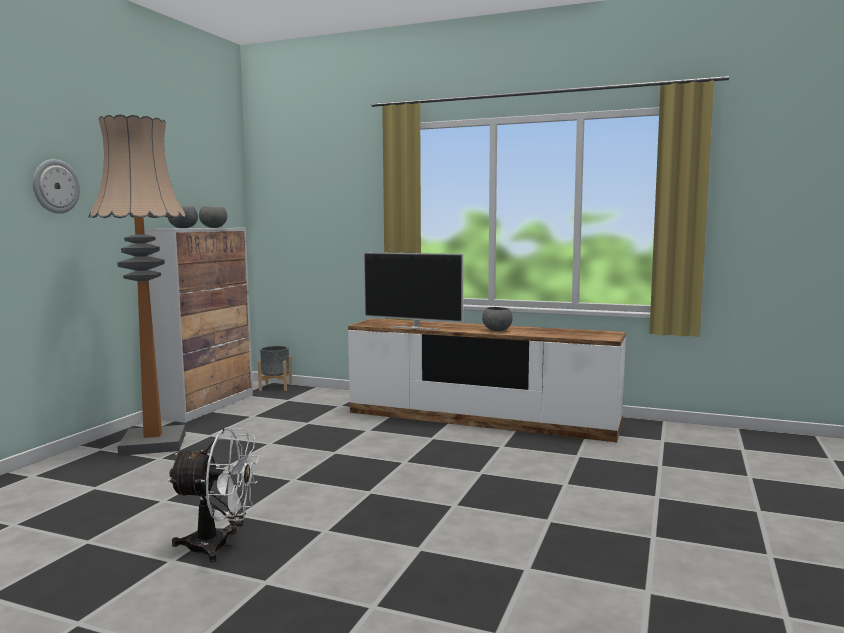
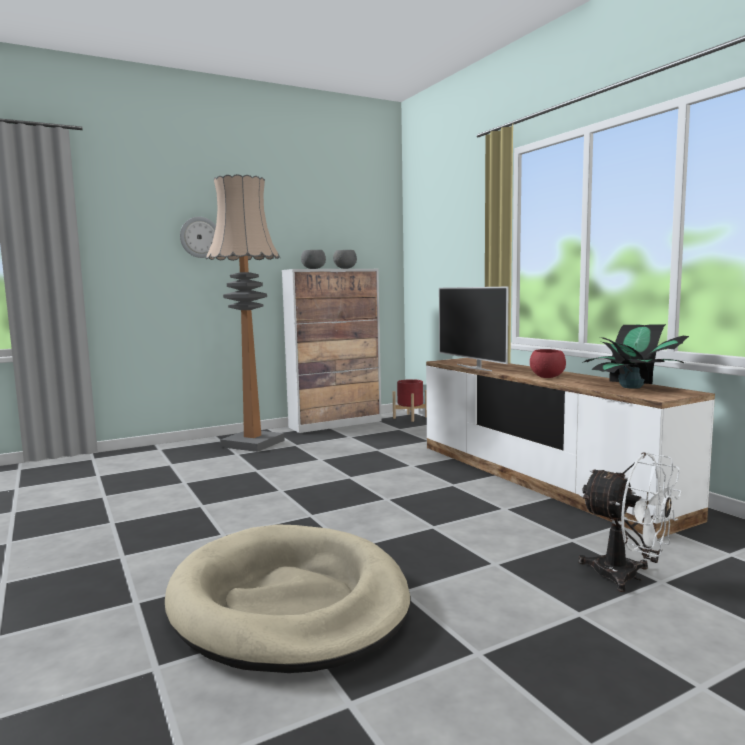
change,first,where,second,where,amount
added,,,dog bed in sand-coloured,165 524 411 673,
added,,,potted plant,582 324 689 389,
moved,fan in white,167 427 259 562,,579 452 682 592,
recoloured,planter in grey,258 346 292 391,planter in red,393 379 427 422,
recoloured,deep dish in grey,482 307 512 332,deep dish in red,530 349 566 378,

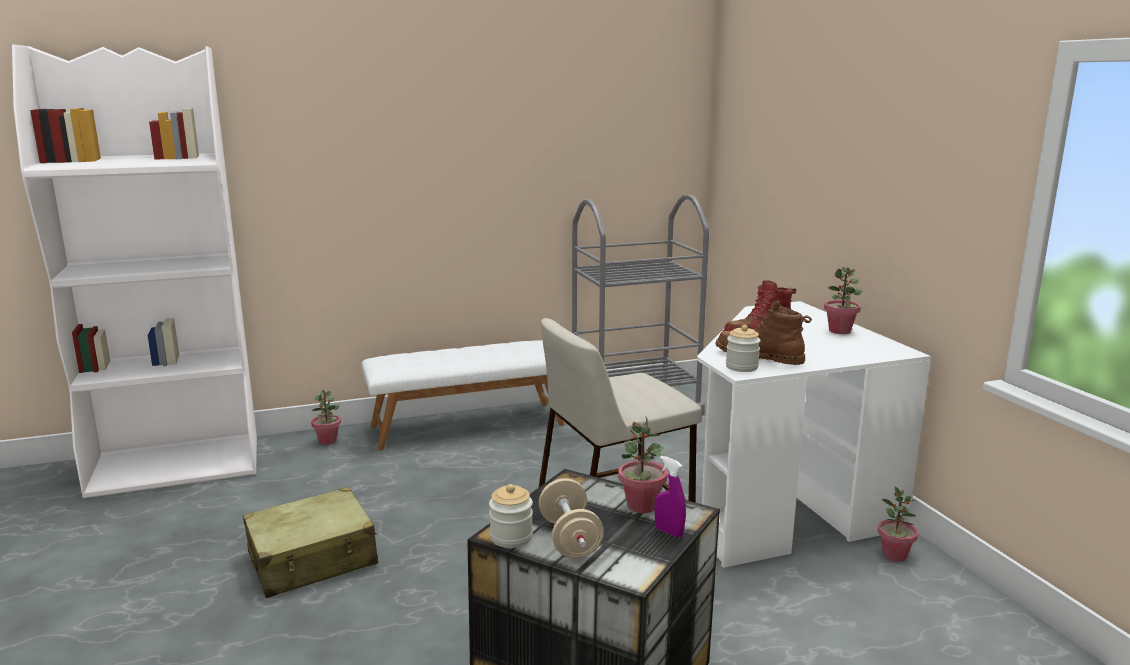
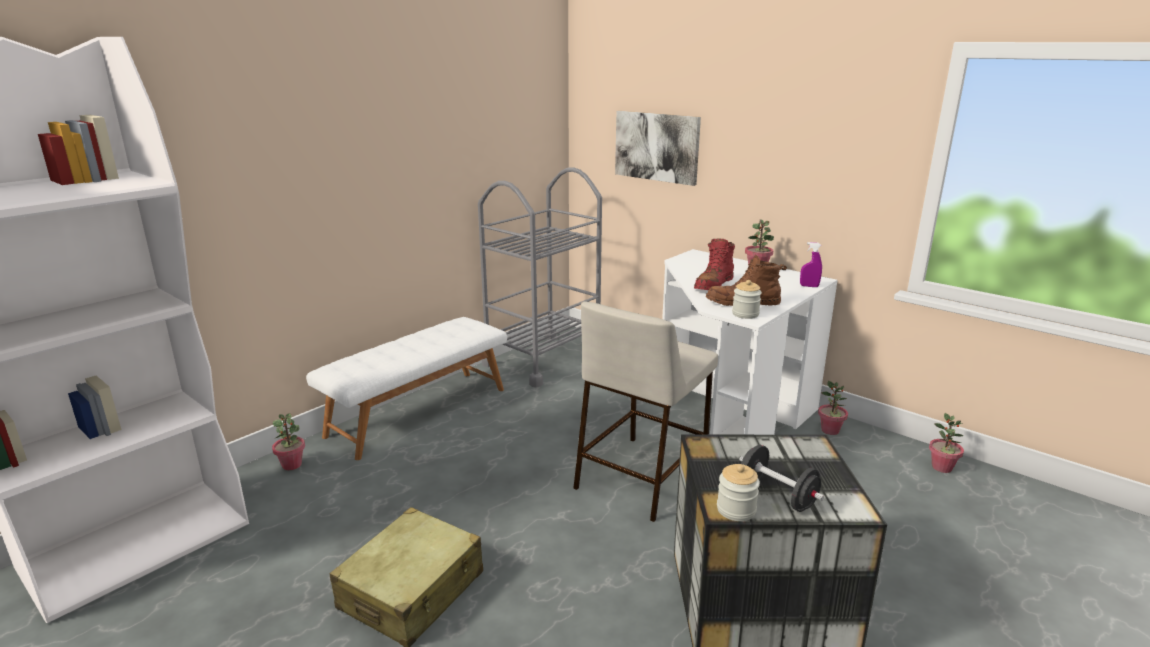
change,first,where,second,where,amount
added,,,picture,615 111 701 186,
moved,potted plant,618 417 667 513,,929 413 964 473,
moved,hand sprayer in purple-coloured,655 456 686 537,,800 242 822 287,
recoloured,hand weight in sand-coloured,539 478 604 558,hand weight in blackish,739 445 824 512,

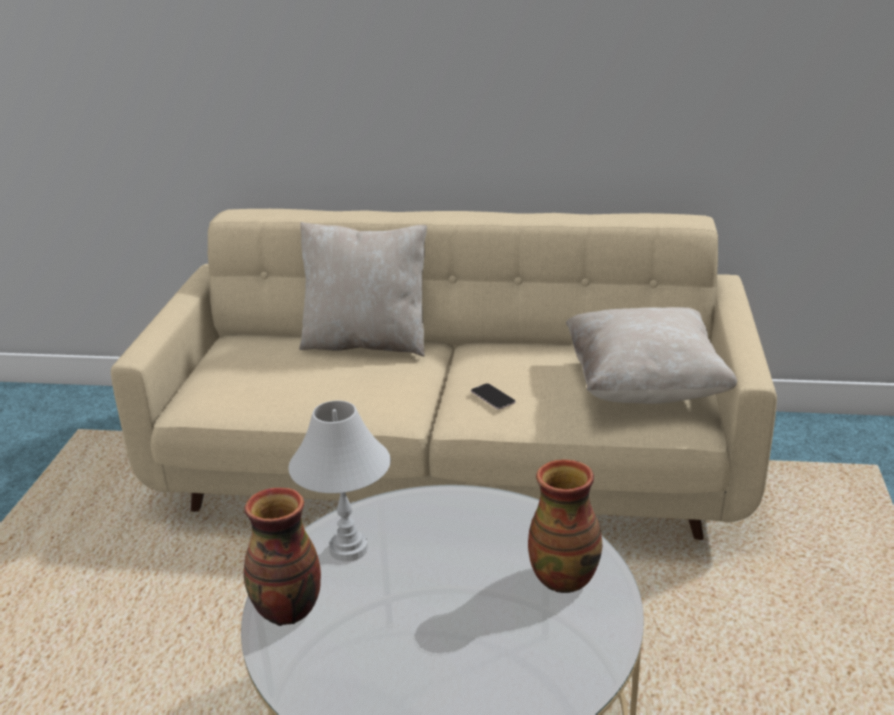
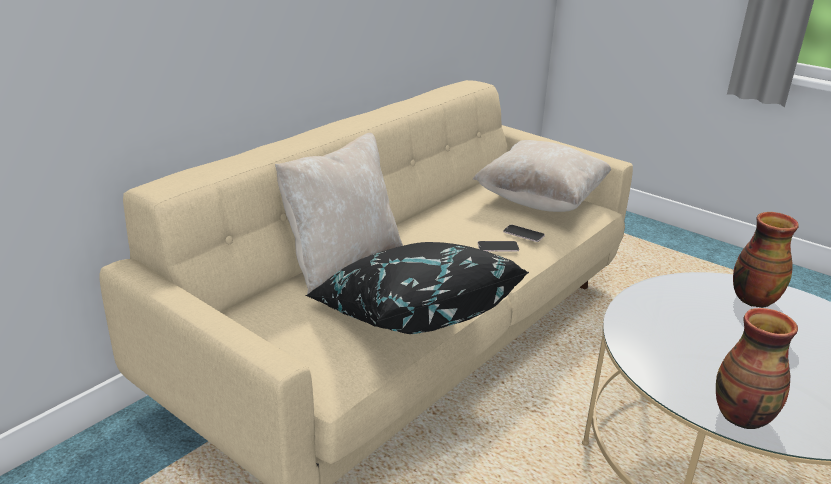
change,first,where,second,where,amount
removed,tabletop lamp in white,288 400 391 562,,,
added,,,cushion in blackish,305 242 529 334,
added,,,phone,503 225 545 242,

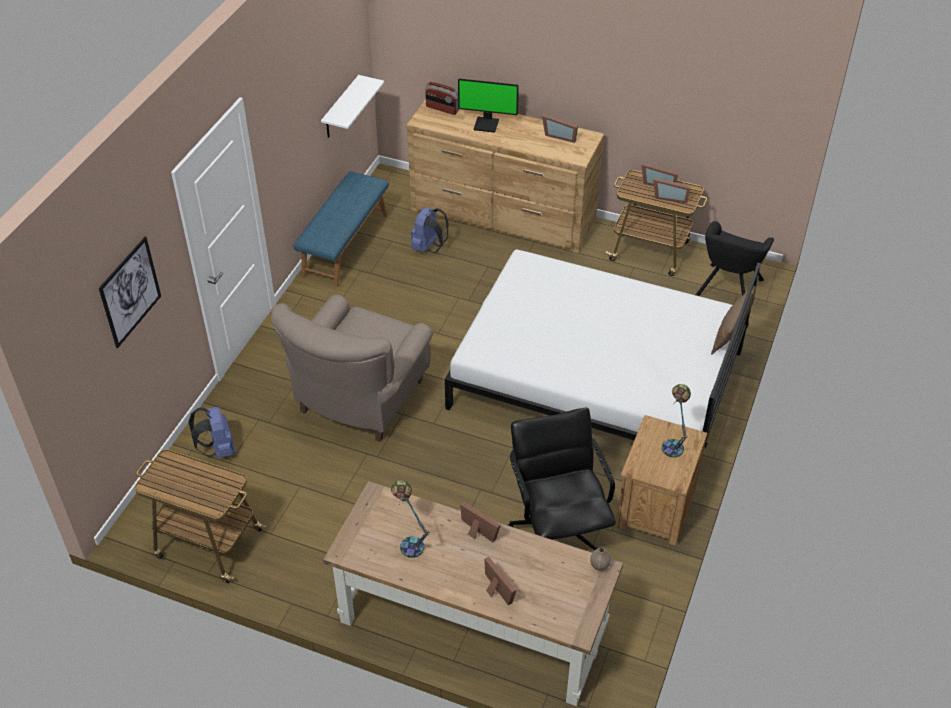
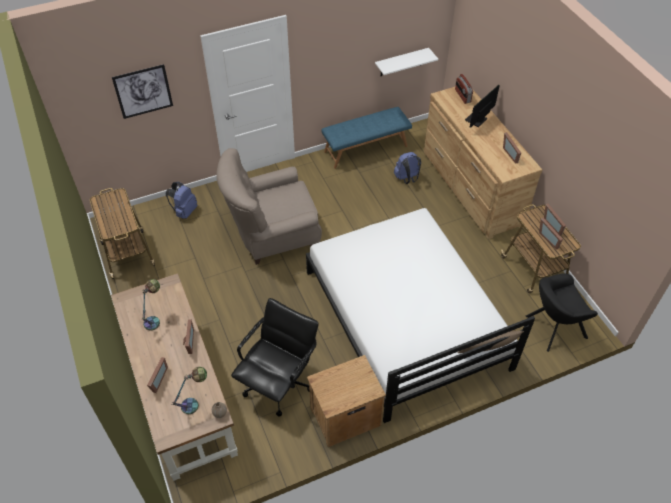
change,first,where,second,where,amount
moved,tabletop lamp,662 384 691 458,,171 367 207 414,
turned,monitor,458 79 519 133,,465 85 500 128,75 degrees clockwise

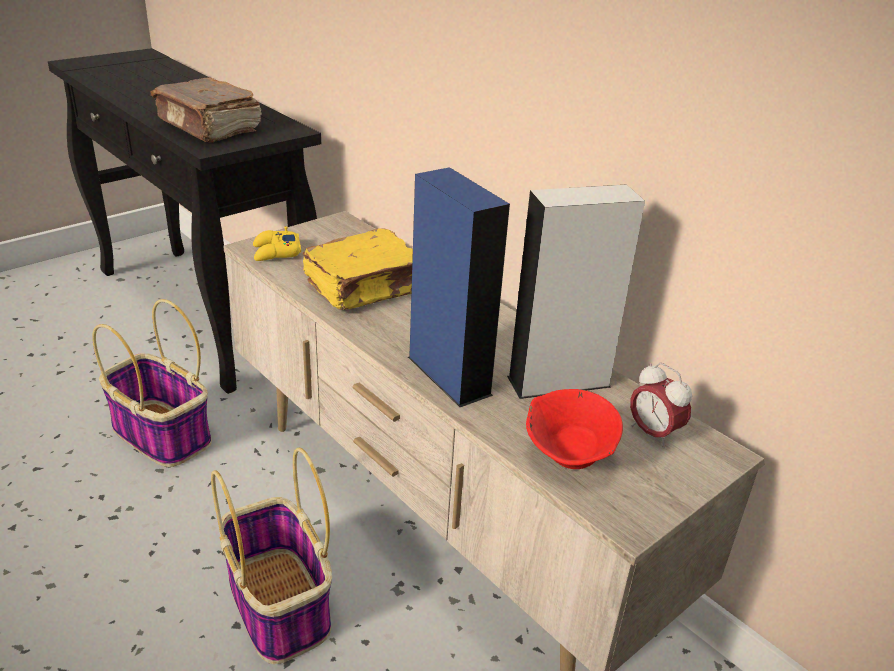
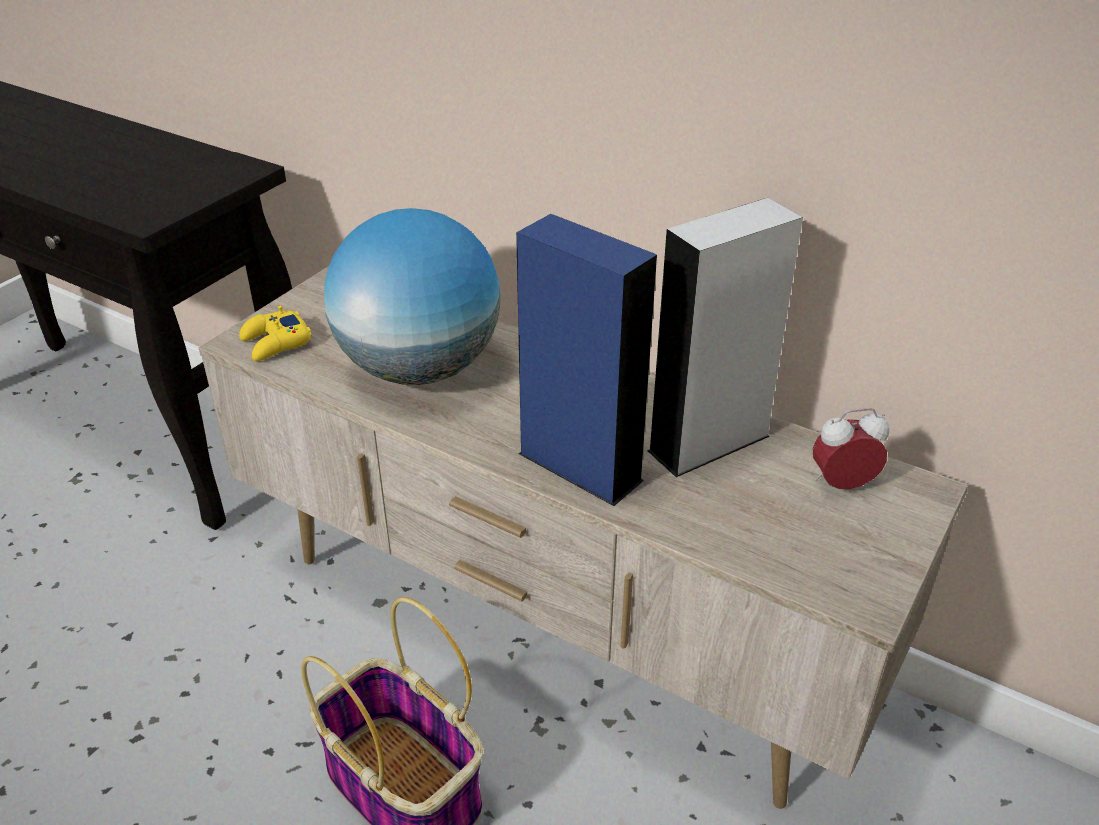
change,first,where,second,where,amount
removed,storage basket,92 299 212 467,,,
removed,volume in brownish,150 77 262 142,,,
removed,deep dish in red,526 389 623 469,,,
replaced,volume in yellow-coloured,303 228 413 310,globe,324 208 501 385,
turned,bedside clock,630 362 692 448,,813 408 890 489,135 degrees clockwise

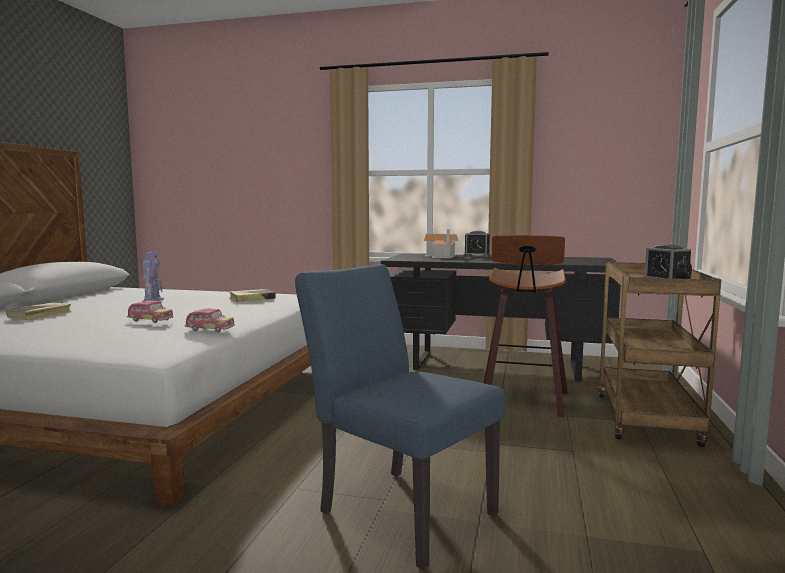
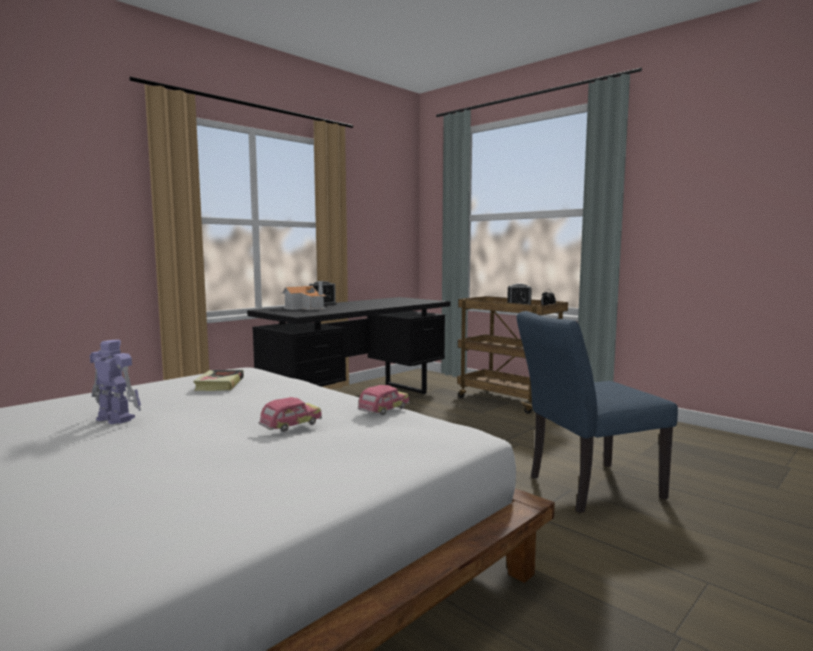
change,first,where,second,where,amount
removed,volume,6 303 71 320,,,
removed,sitting stool,484 235 568 417,,,

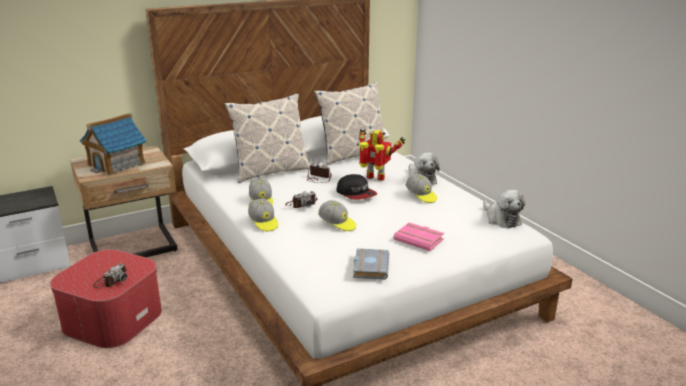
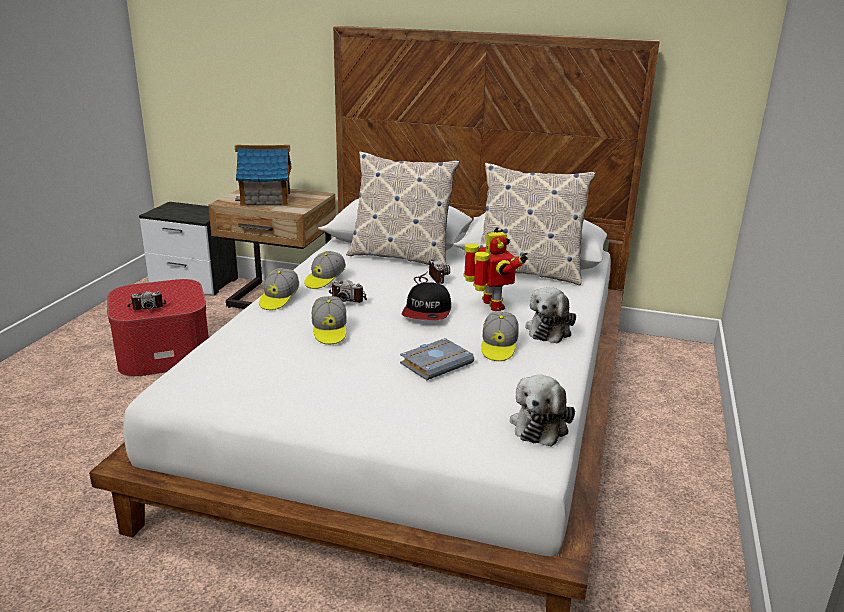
change,first,where,second,where,amount
removed,volume in pink,394 223 444 251,,,
moved,volume in grey,353 248 390 280,,400 338 474 380,

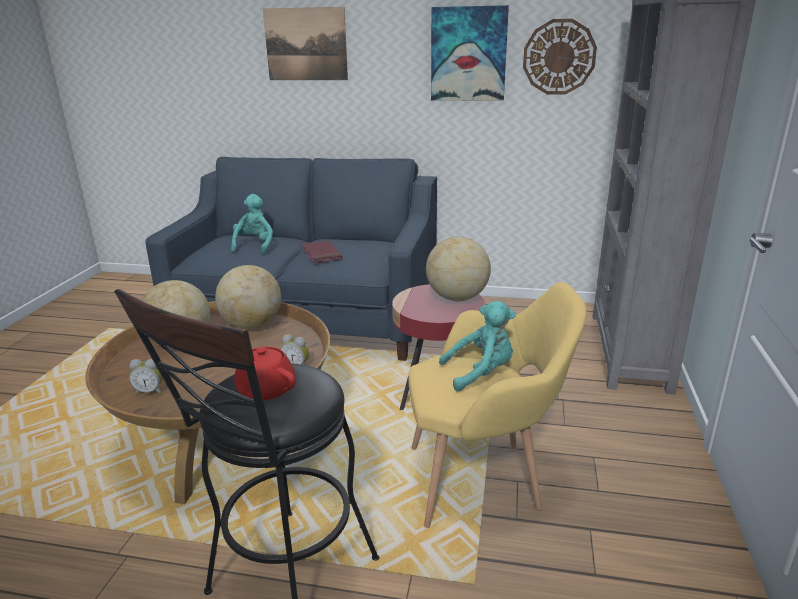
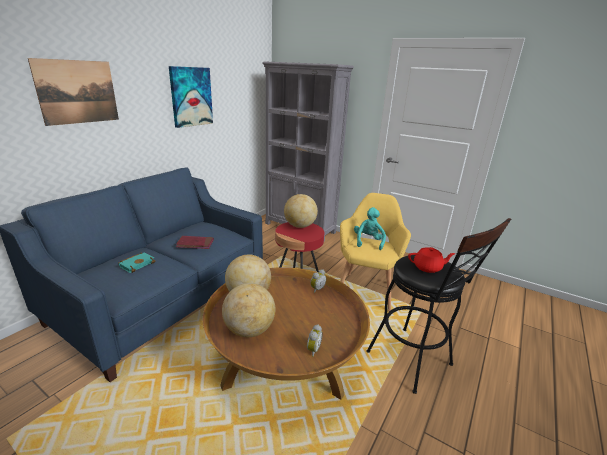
change,first,where,second,where,amount
removed,clock on the wall,523 19 597 95,,,
replaced,soft toy in blue-green,231 194 273 254,volume in blue-green,118 252 155 273,
turned,tea pot in red,234 347 296 400,,408 247 455 273,150 degrees counterclockwise

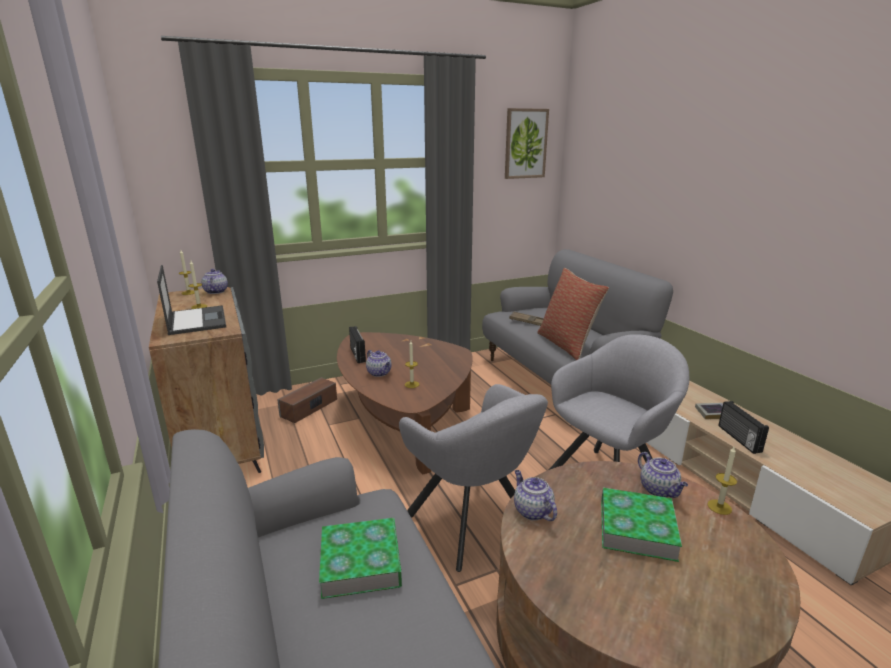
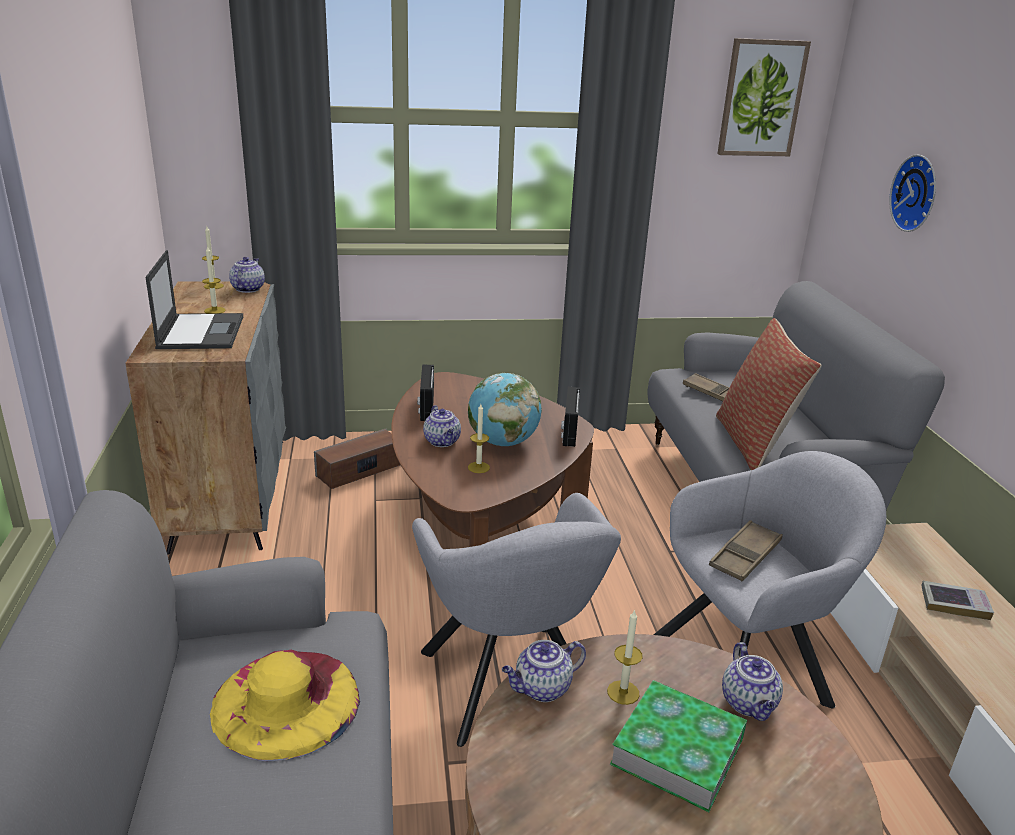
change,first,where,second,where,amount
added,,,globe,468 373 542 446,
added,,,serving tray in brownish,709 520 783 581,
added,,,clock on the wall,889 155 936 232,
moved,wax candle,707 447 737 515,,607 609 643 705,
moved,radio set,718 401 769 454,,561 387 580 447,
replaced,volume,319 518 402 599,clothing hat in yellow-coloured,210 650 360 761,
turned,tea pot,514 470 557 521,,502 640 586 702,105 degrees counterclockwise

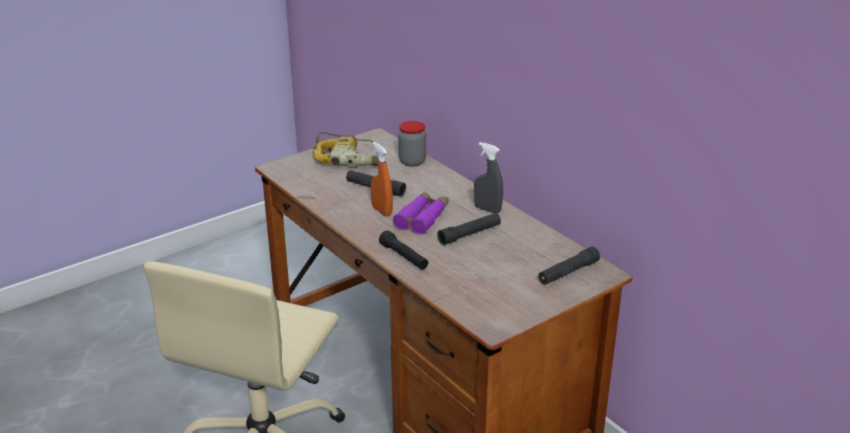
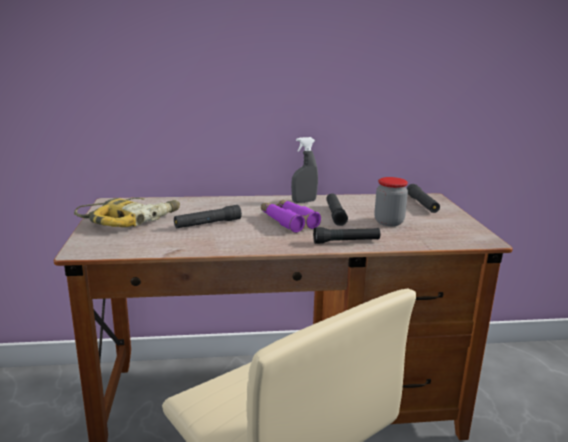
change,first,where,second,where,amount
removed,hand sprayer in orange-coloured,371 142 393 216,,,
moved,jar,398 121 426 167,,374 177 408 226,

